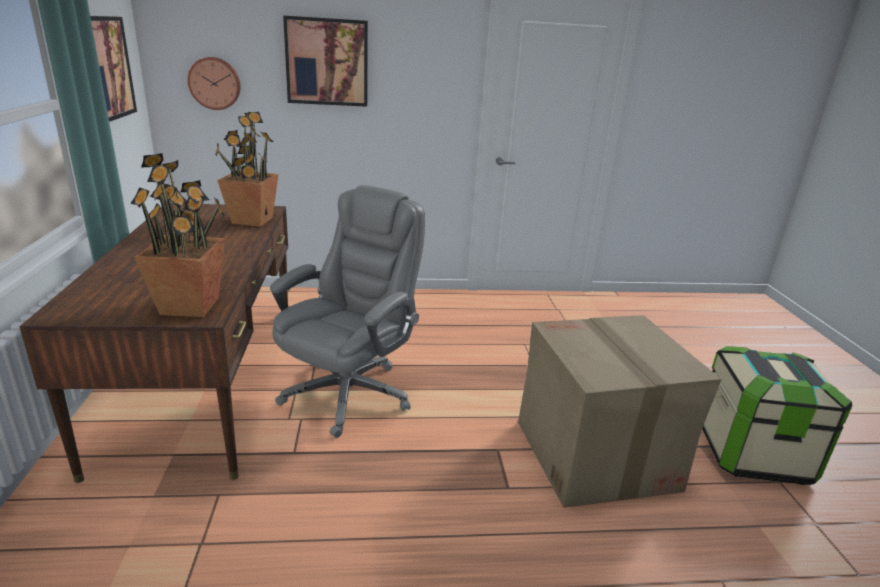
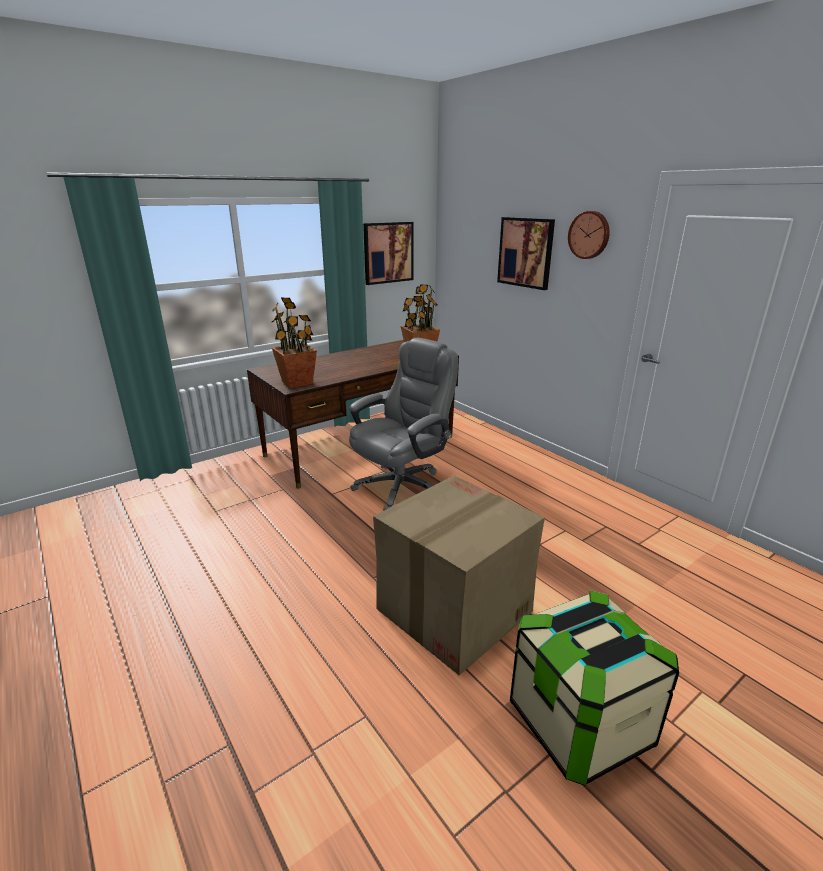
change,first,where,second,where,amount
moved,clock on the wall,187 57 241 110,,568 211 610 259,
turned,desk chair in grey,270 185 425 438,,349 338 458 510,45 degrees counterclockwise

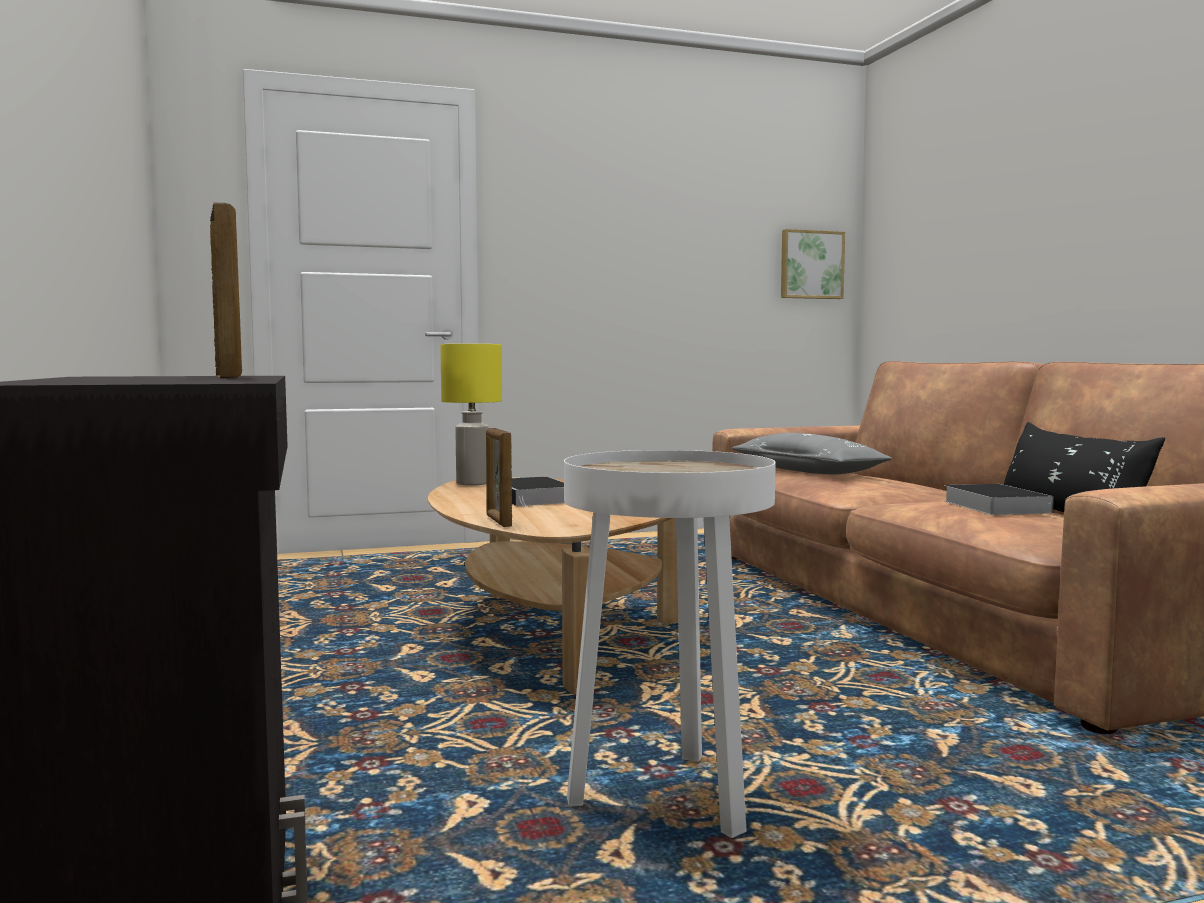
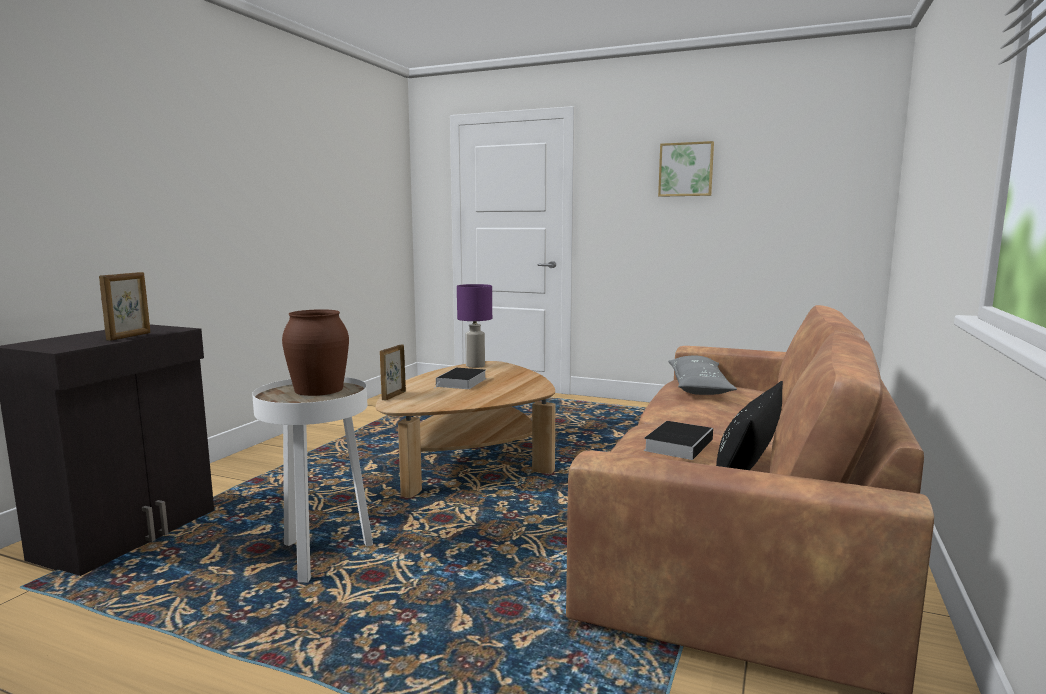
change,first,where,second,where,amount
added,,,decorative vase in brownish,282 309 349 396,
moved,picture,781 229 845 299,,658 141 714 197,
recoloured,tabletop lamp in yellow-coloured,440 344 502 486,tabletop lamp in purple-coloured,457 284 492 368,

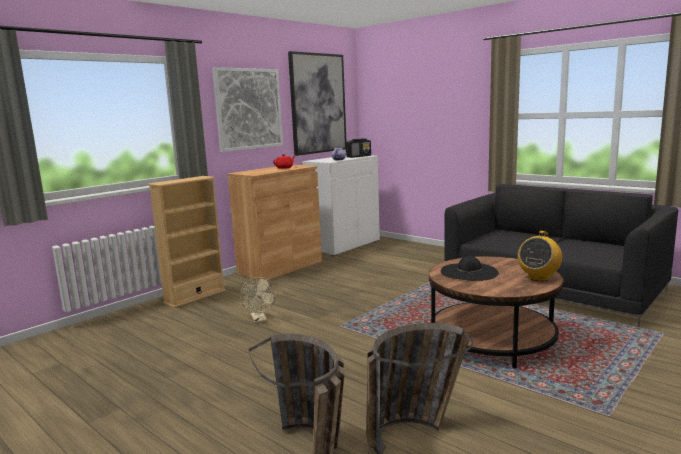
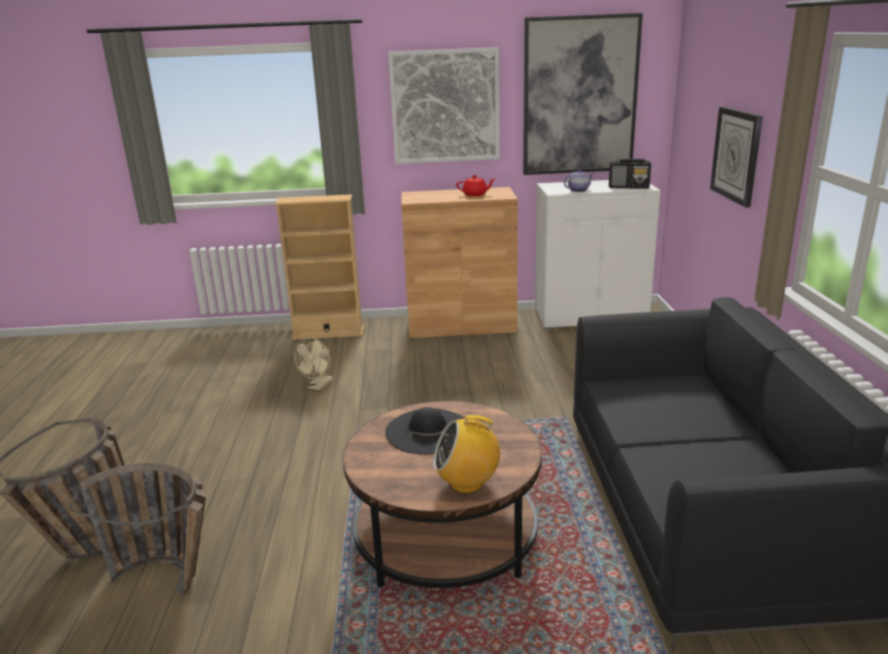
change,first,where,second,where,amount
added,,,clock on the wall,710 107 763 207,

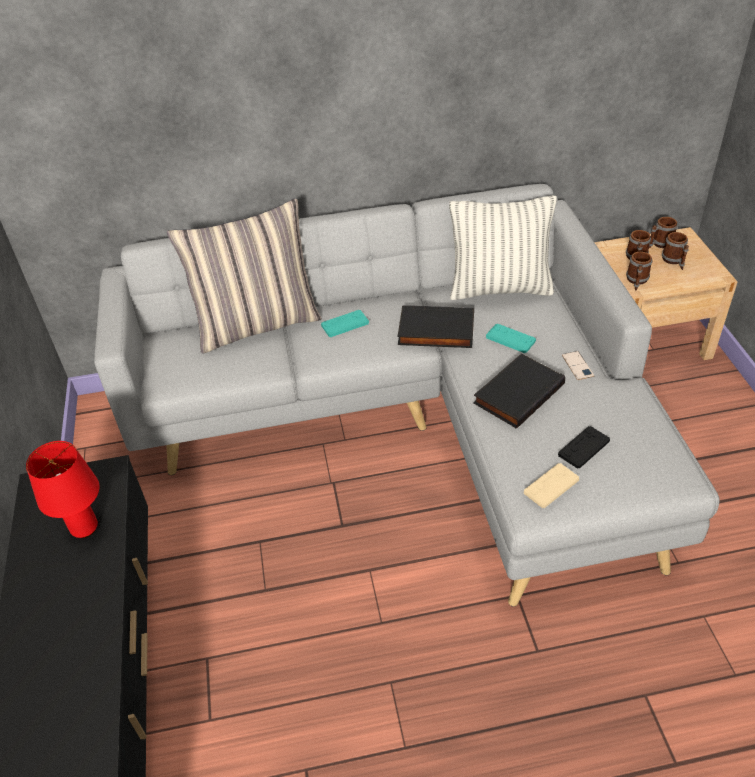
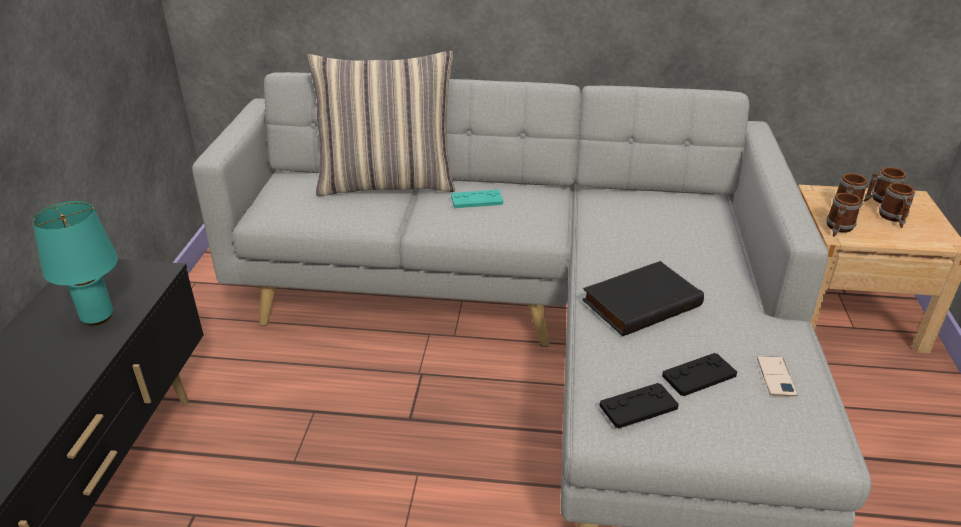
change,first,where,second,where,amount
removed,volume in blackish,397 305 474 348,,,
removed,cushion,449 196 557 300,,,
removed,game controller in blue-green,486 323 536 353,,,
moved,phone,562 351 594 380,,757 356 797 396,
recoloured,tabletop lamp in red,26 441 100 538,tabletop lamp in blue-green,32 201 118 325,
recoloured,game controller in sand-coloured,524 463 579 508,game controller in blackish,600 383 679 429,

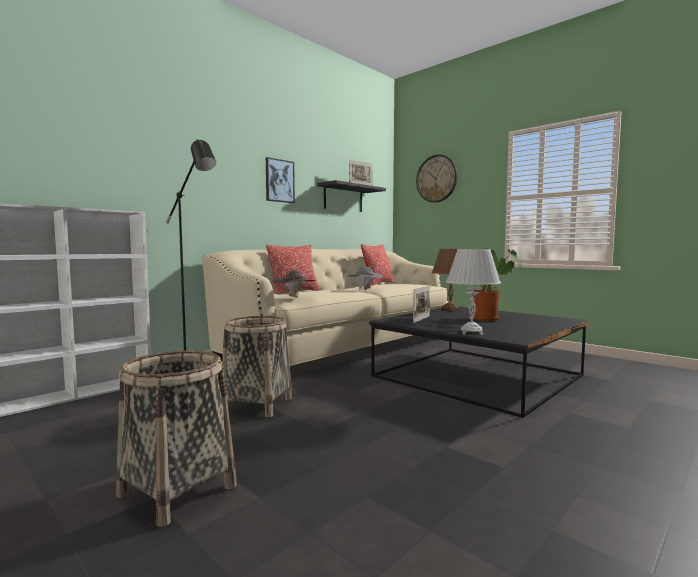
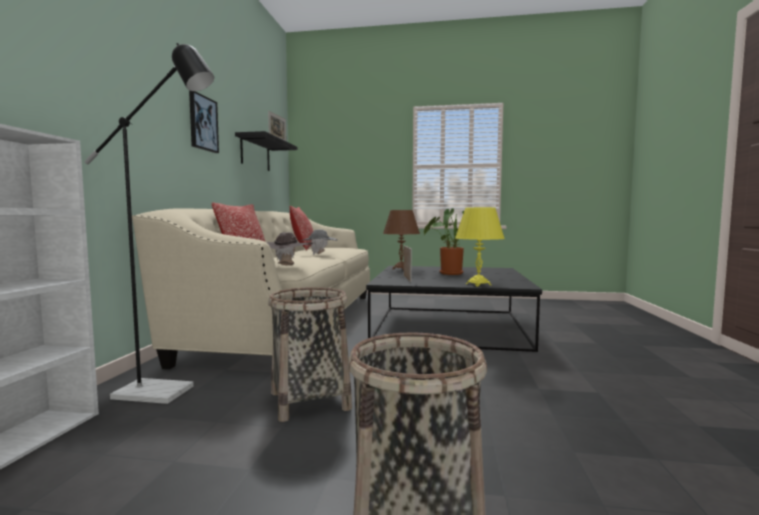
change,first,where,second,where,amount
removed,clock on the wall,416 155 458 203,,,
recoloured,tabletop lamp in white,446 249 501 335,tabletop lamp in yellow-coloured,455 207 505 287,

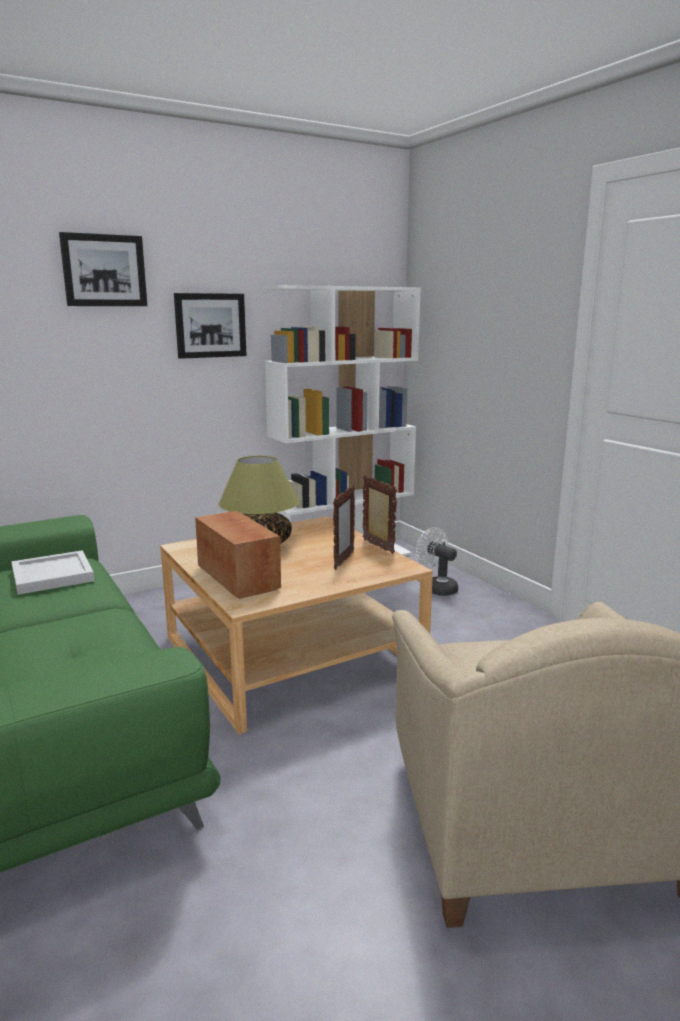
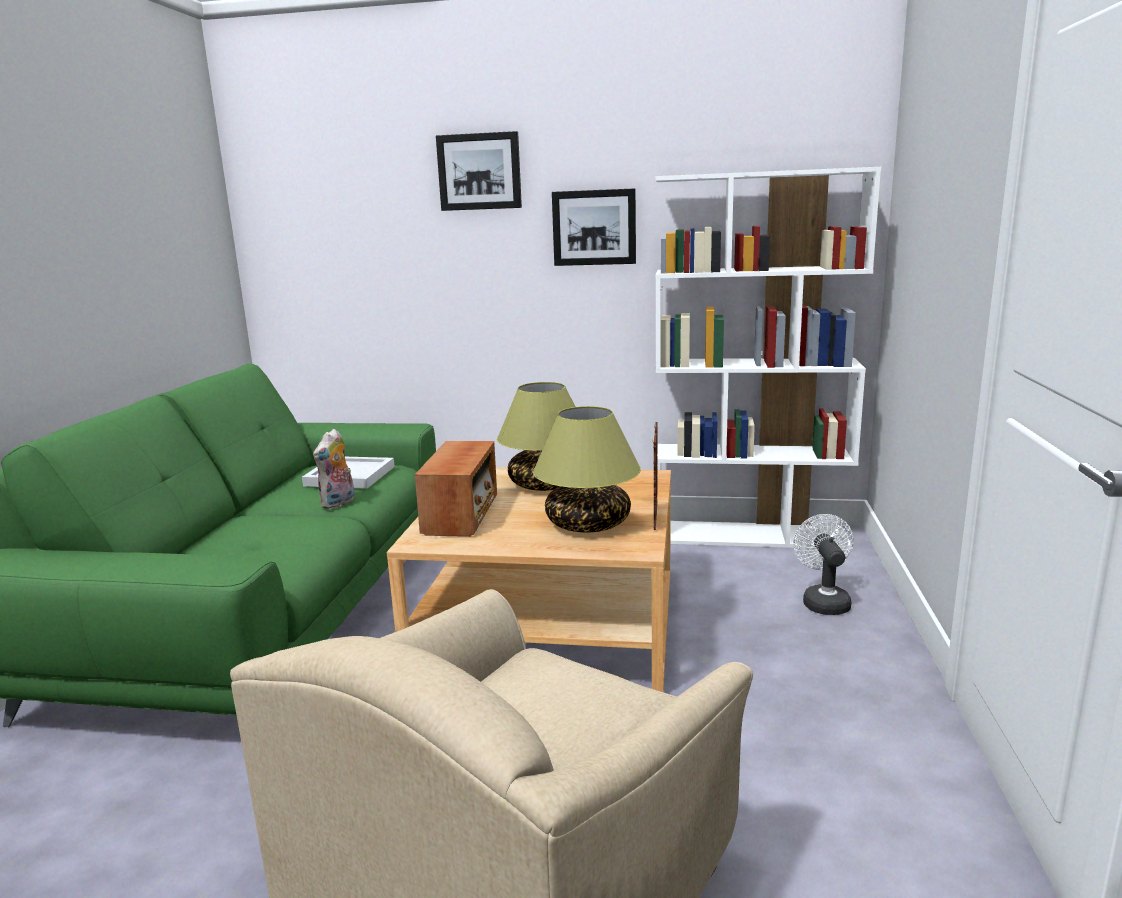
change,first,where,second,where,amount
added,,,soft toy,313 429 355 509,
replaced,picture frame,333 484 355 570,tabletop lamp,533 406 641 533,

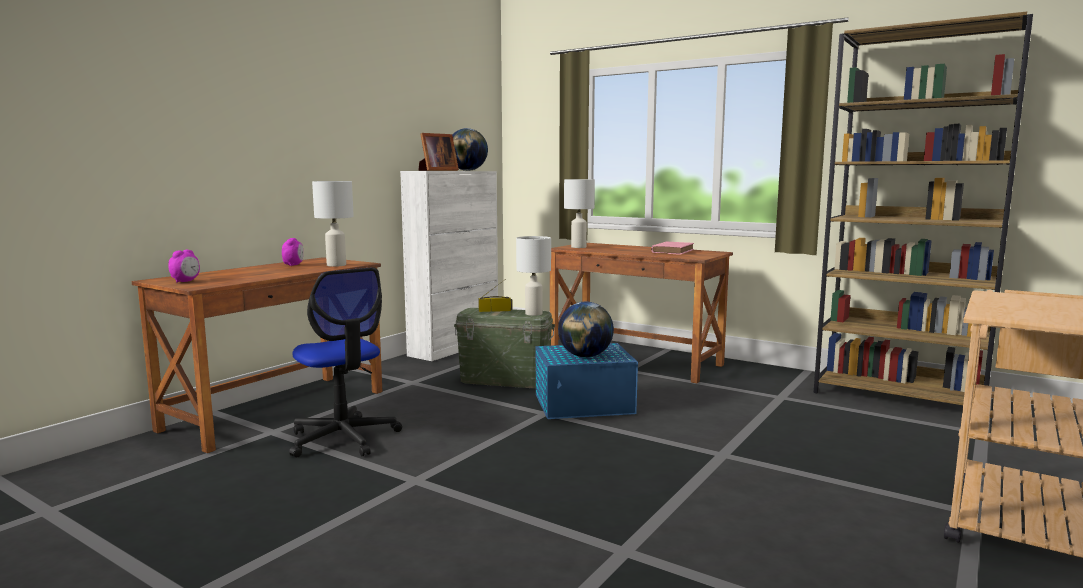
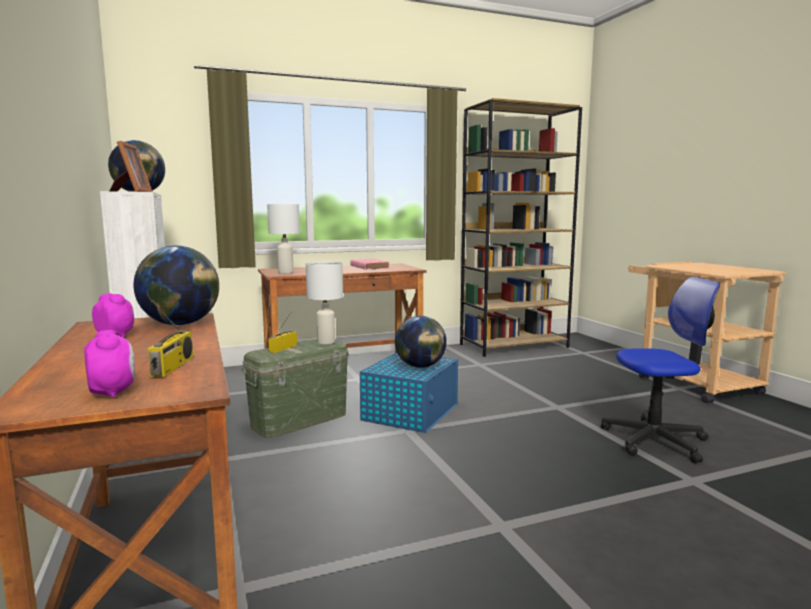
change,first,where,second,where,amount
added,,,radio set,148 300 193 377,
moved,desk chair,289 267 402 457,,601 277 720 463,
replaced,tabletop lamp in white,312 181 354 267,globe,133 245 219 325,

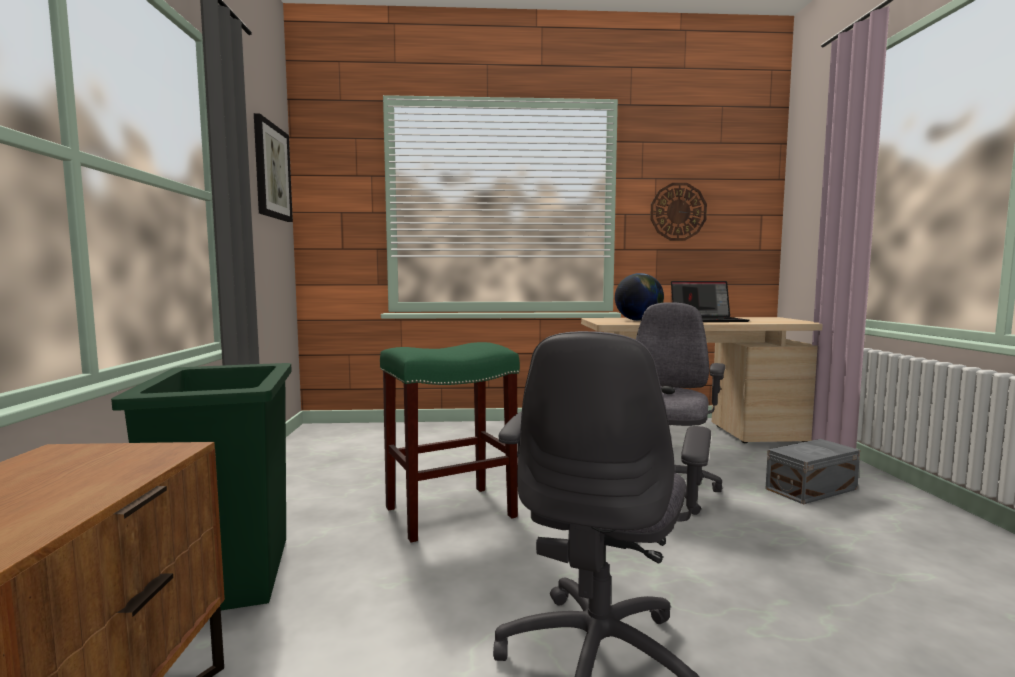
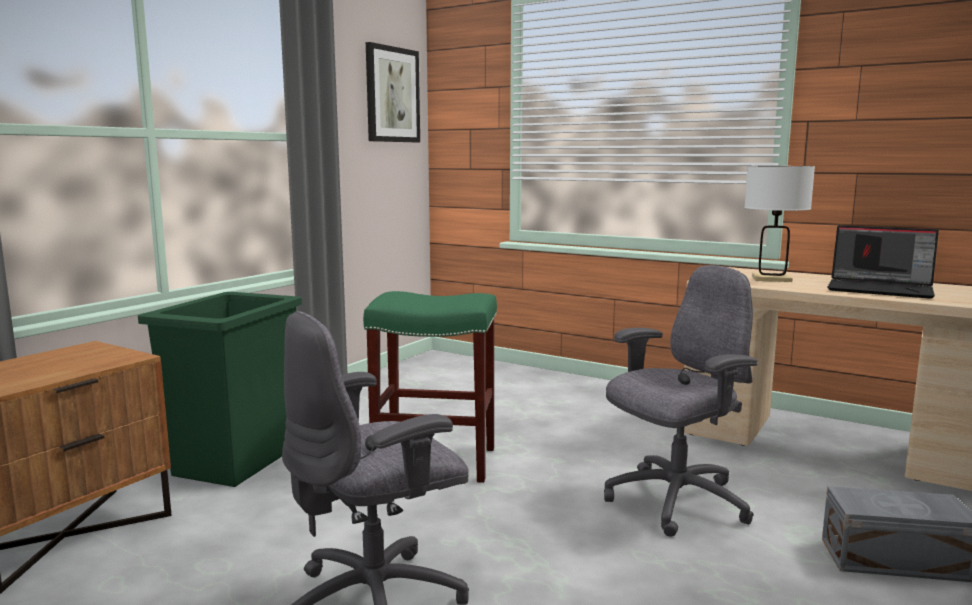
change,first,where,second,where,amount
removed,clock on the wall,650 183 707 241,,,
replaced,globe,615 273 664 321,tabletop lamp in white,744 166 815 282,

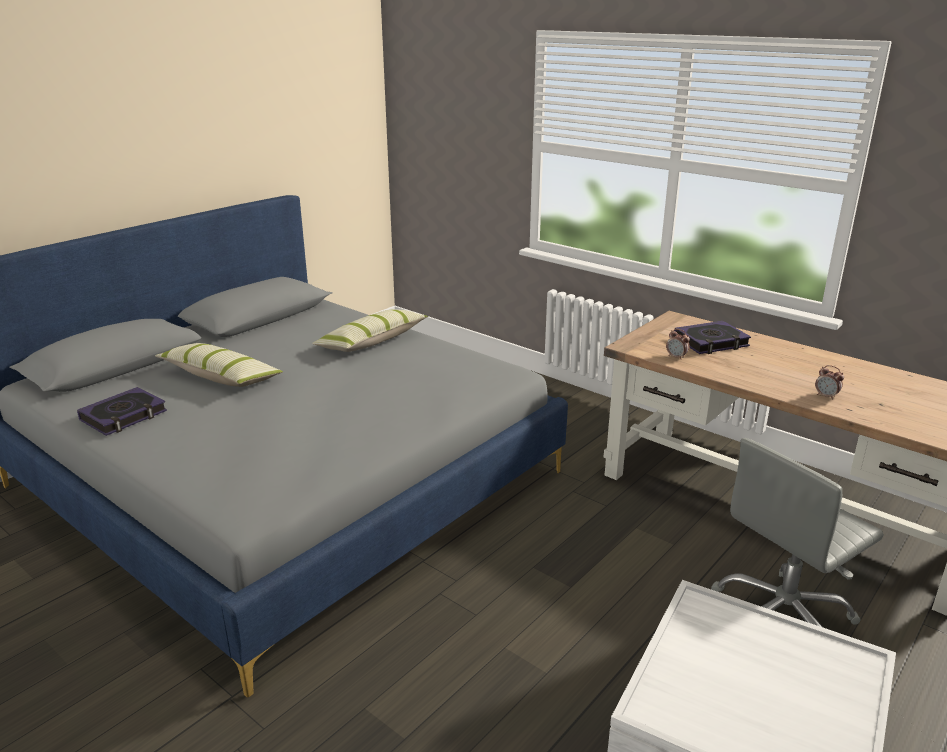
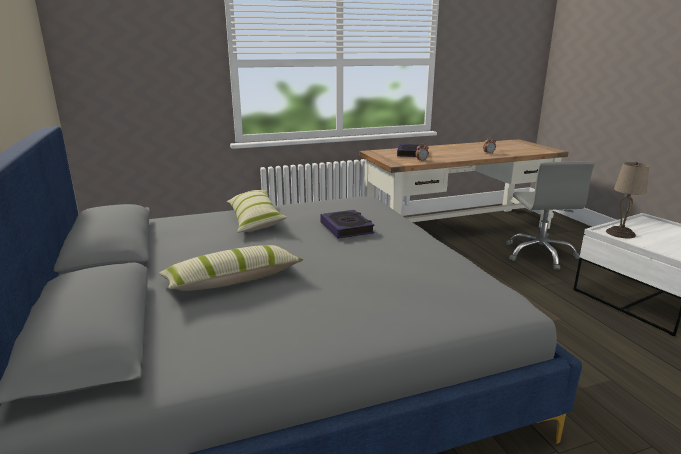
change,first,where,second,where,amount
added,,,tabletop lamp in sand-coloured,606 162 649 238,
moved,volume,77 387 167 436,,320 210 375 239,

